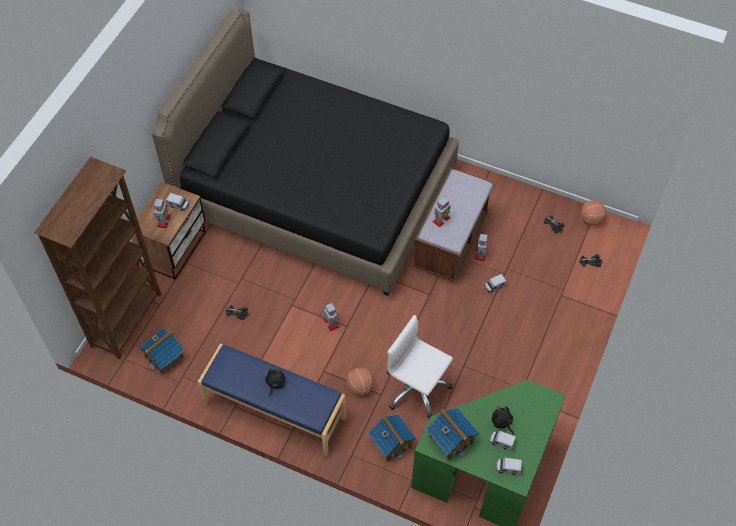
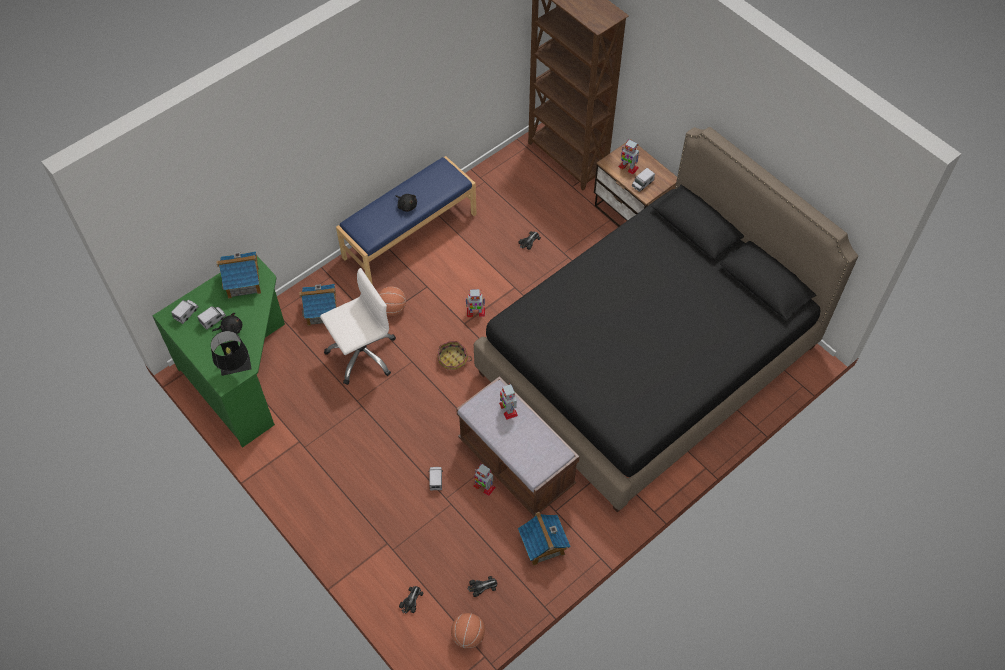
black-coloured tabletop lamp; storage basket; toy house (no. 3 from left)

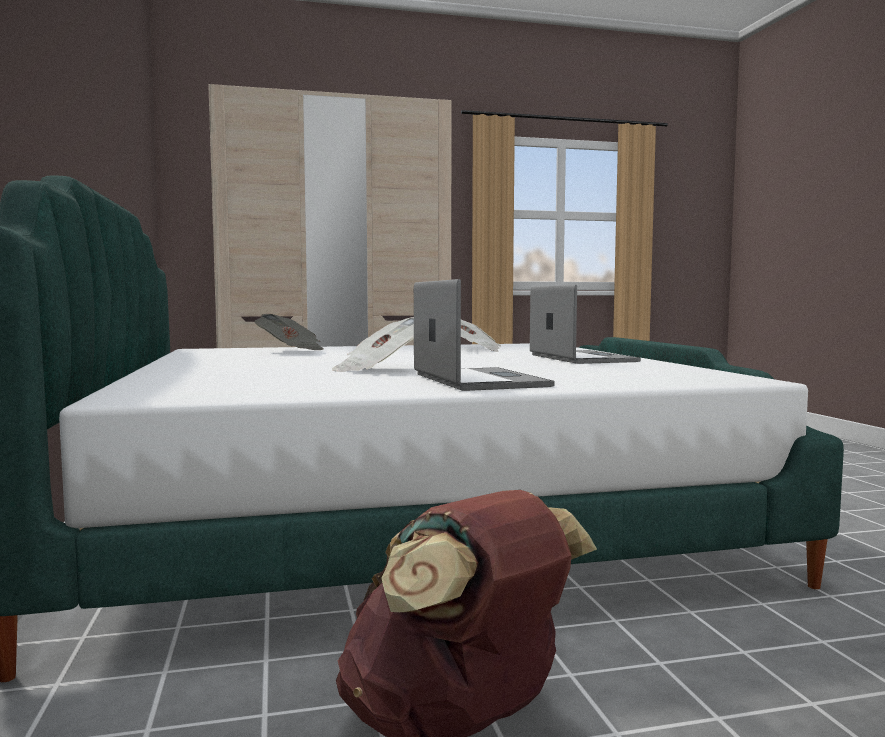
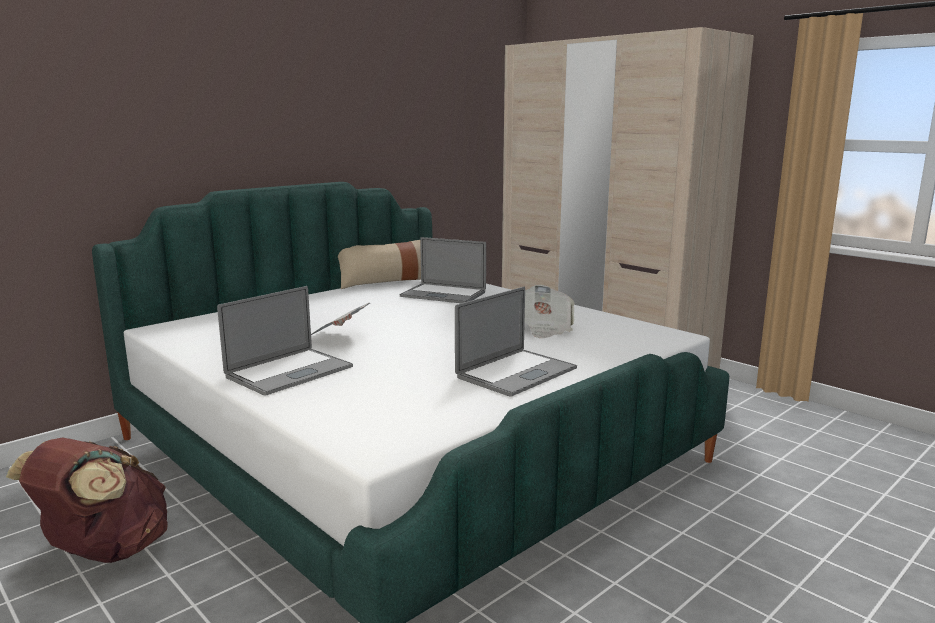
sand-coloured throw pillow; portable computer (no. 2 from left)

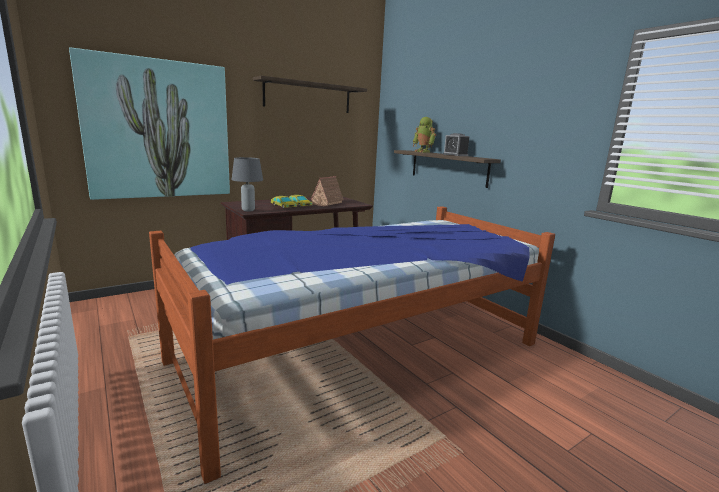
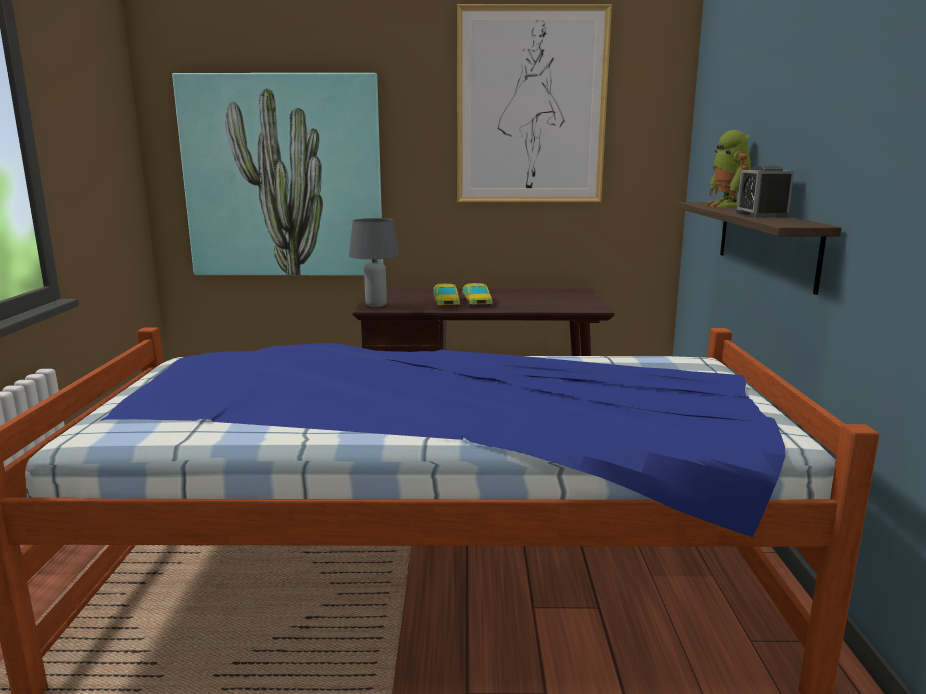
wall art (no. 2 from left); toy house

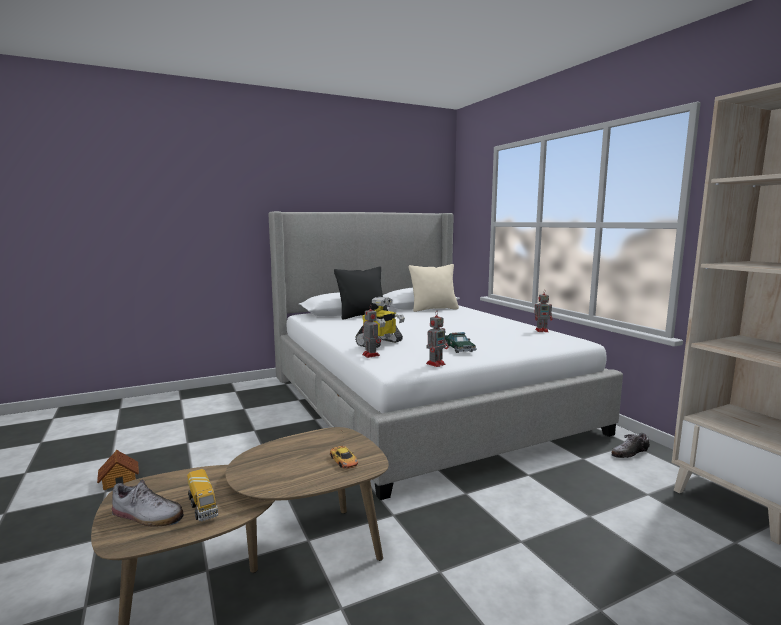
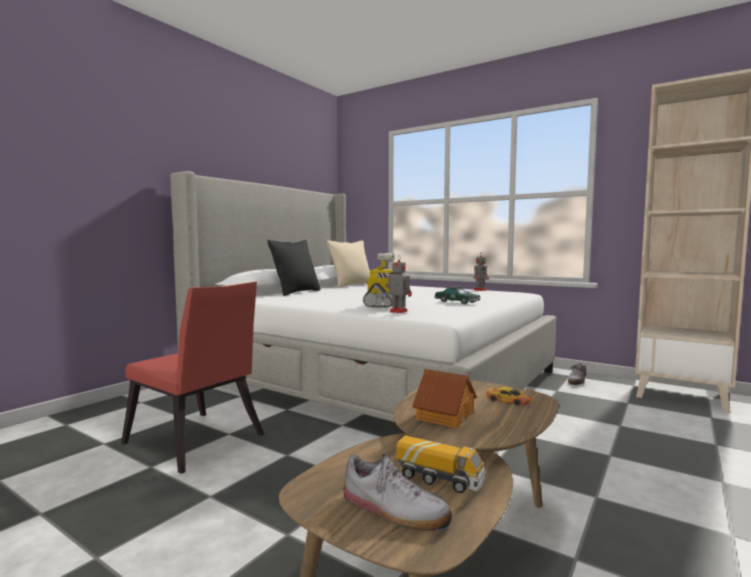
reddish chair; shoe (no. 1 from left); toy house; toy robot (no. 3 from left in the first image)

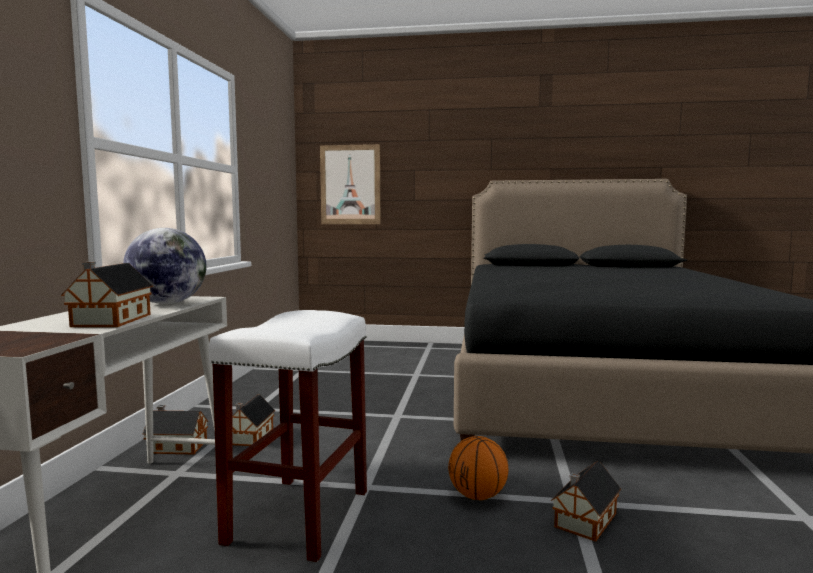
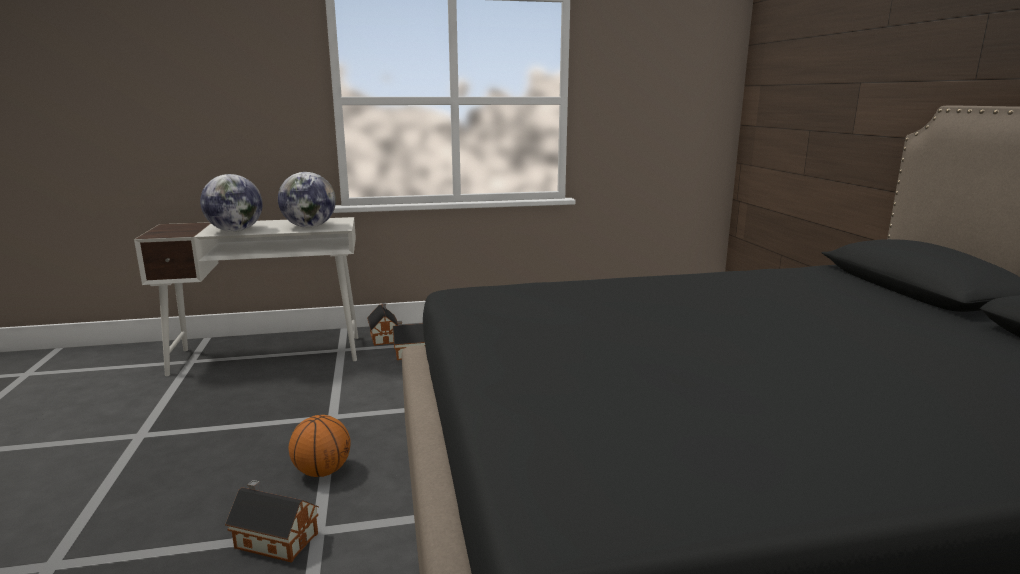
desk globe (no. 1 from left); white-coloured sitting stool; wall art

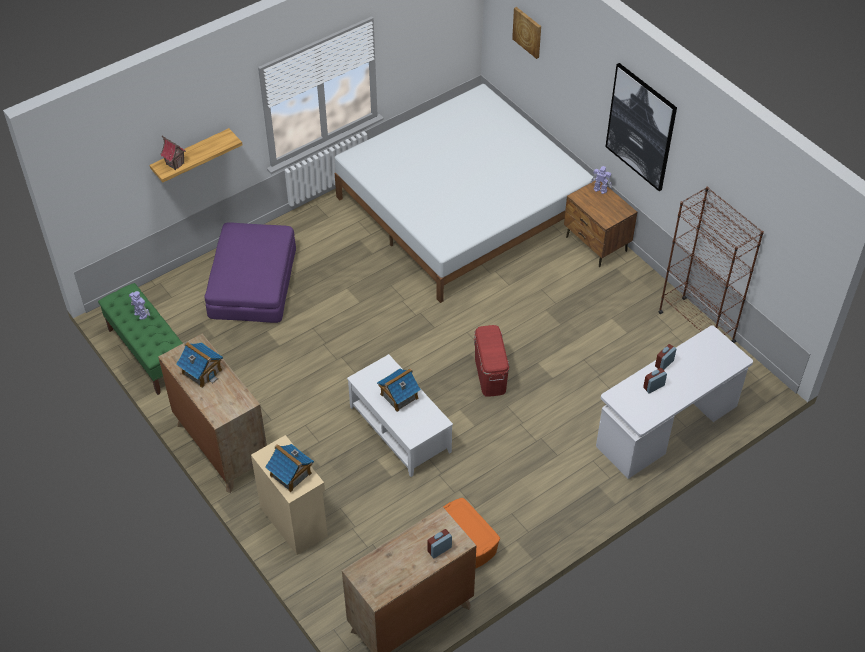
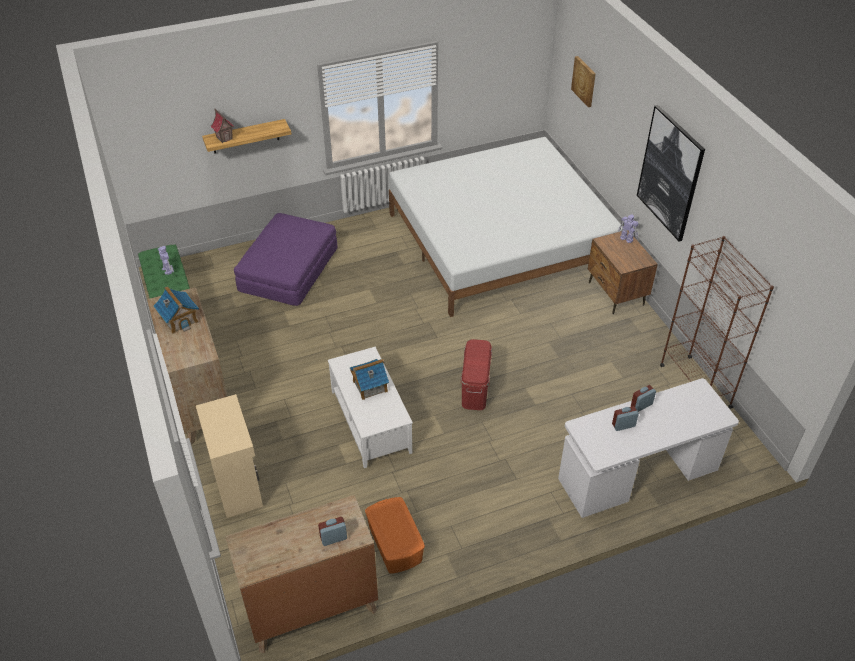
toy house (no. 3 from left in the first image)

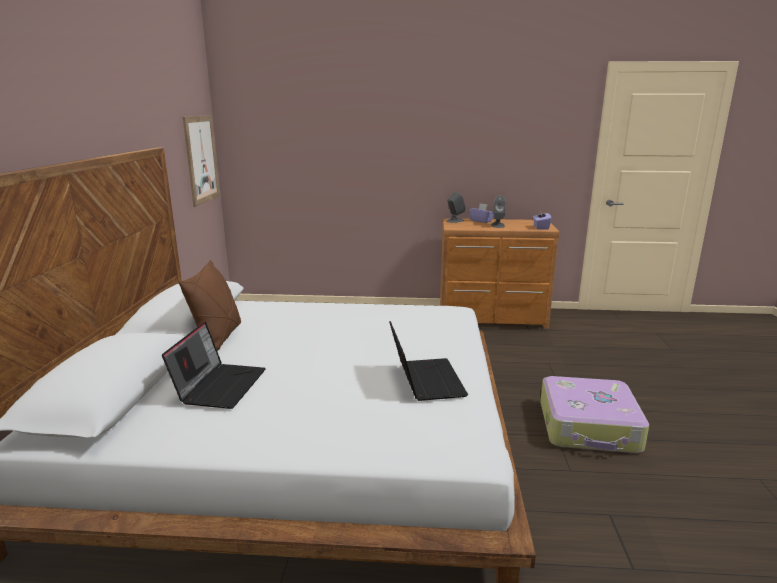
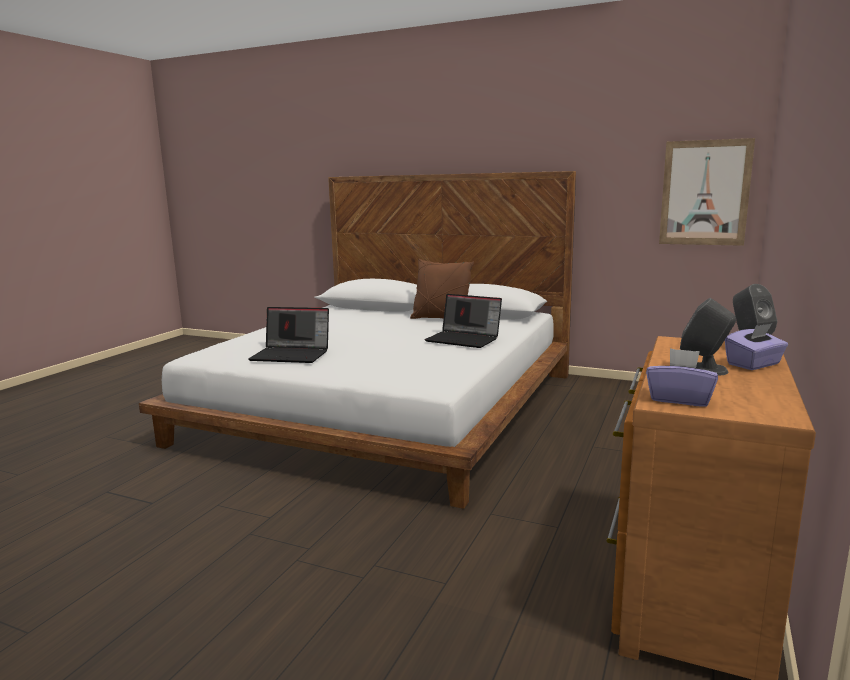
portable computer (no. 2 from left); travel case

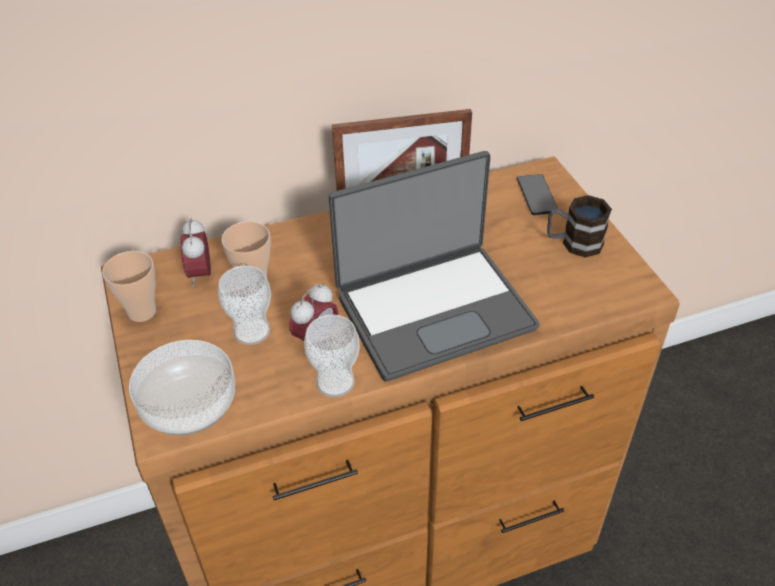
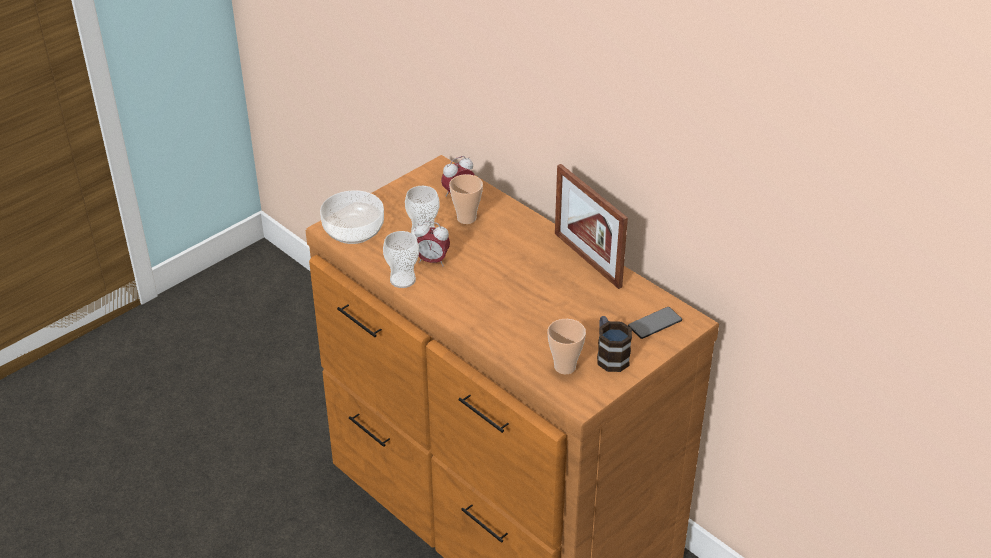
small cup (no. 4 from left); portable computer

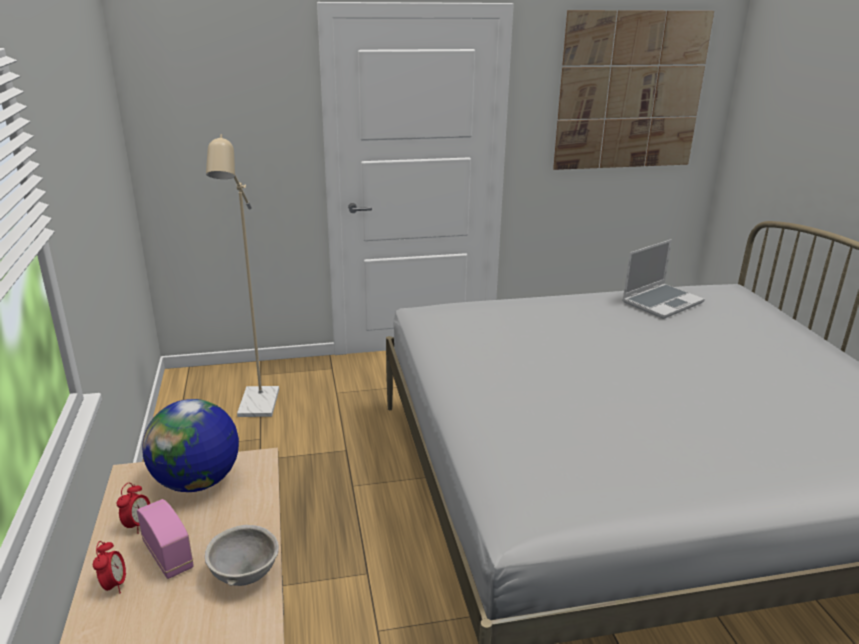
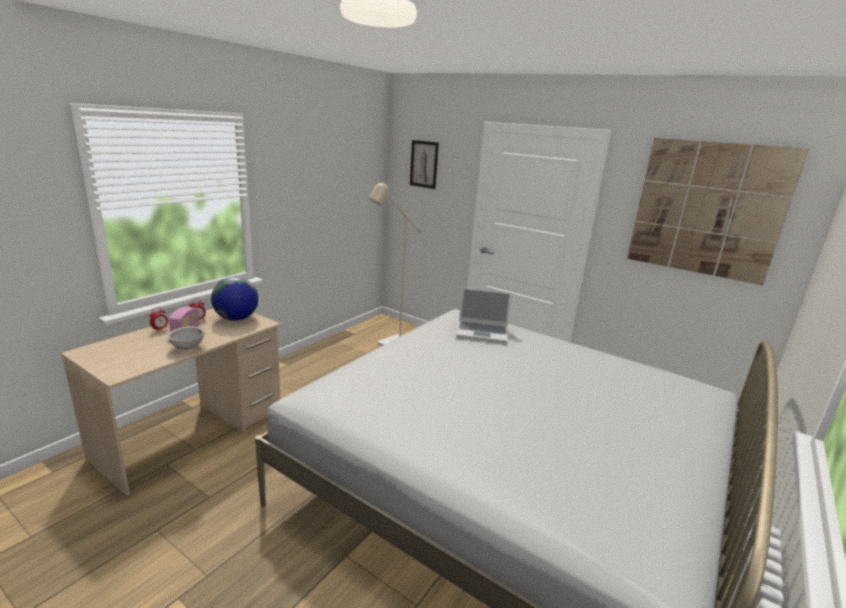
wall art (no. 1 from left); portable computer

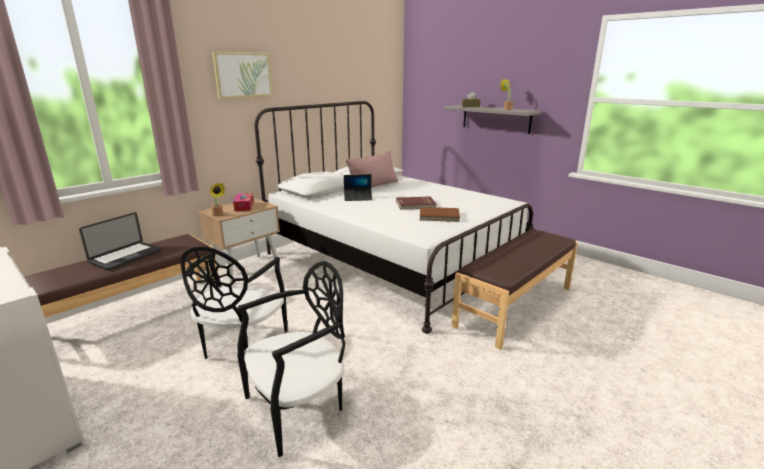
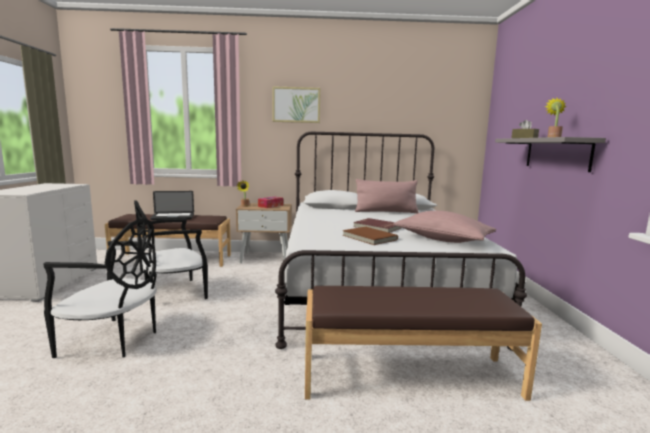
pinkish throw pillow (no. 2 from left); portable computer (no. 2 from left in the first image)

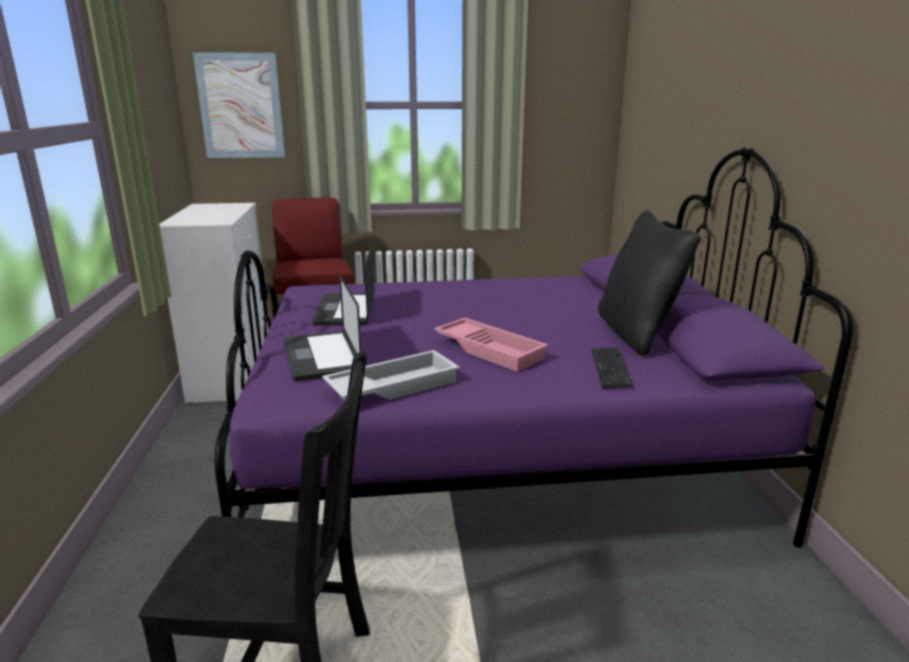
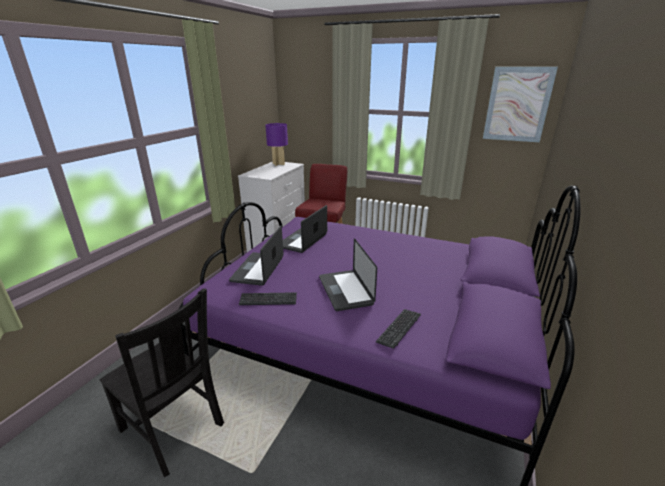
PC keyboard (no. 1 from left); purple tabletop lamp; portable computer (no. 3 from left); wall art; black-coloured throw pillow

